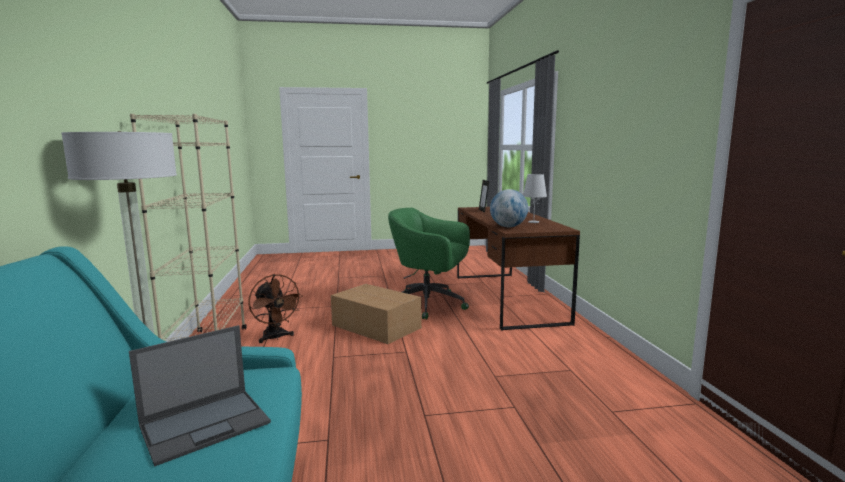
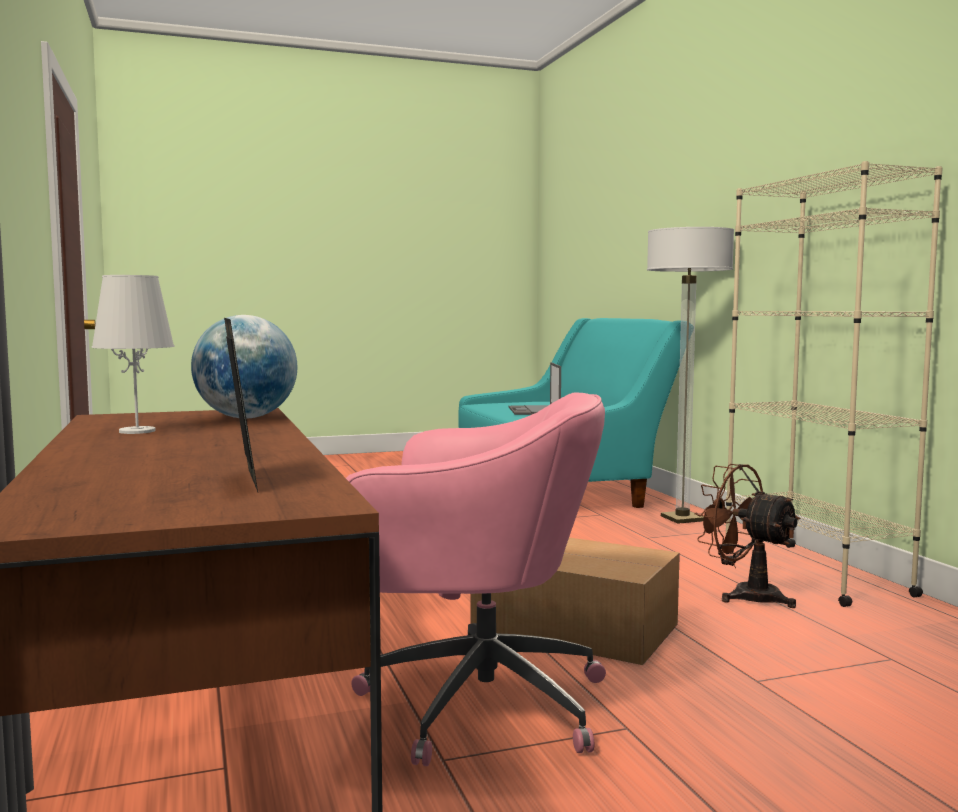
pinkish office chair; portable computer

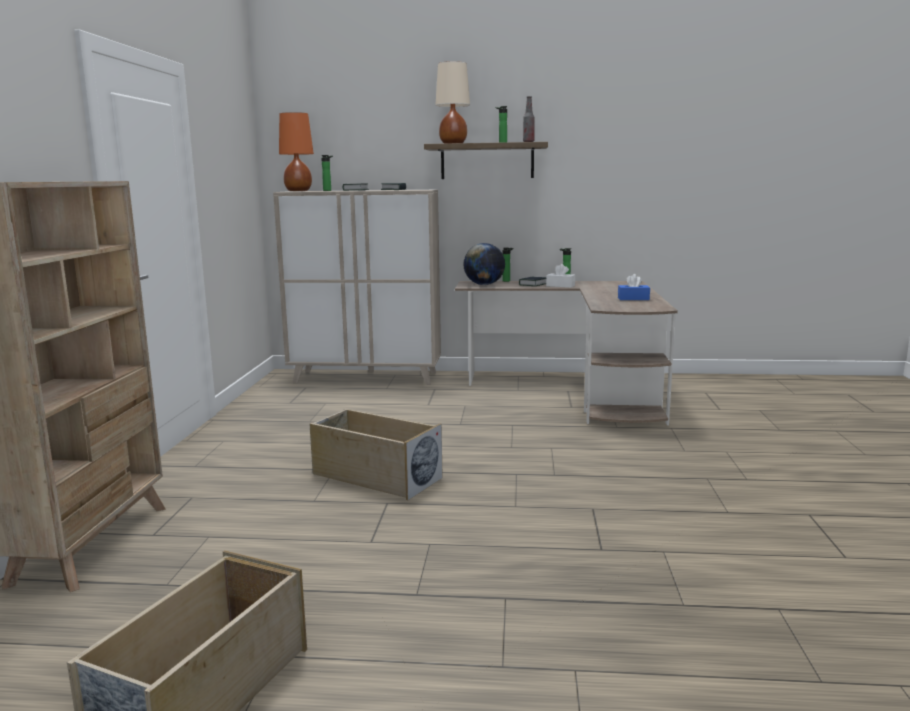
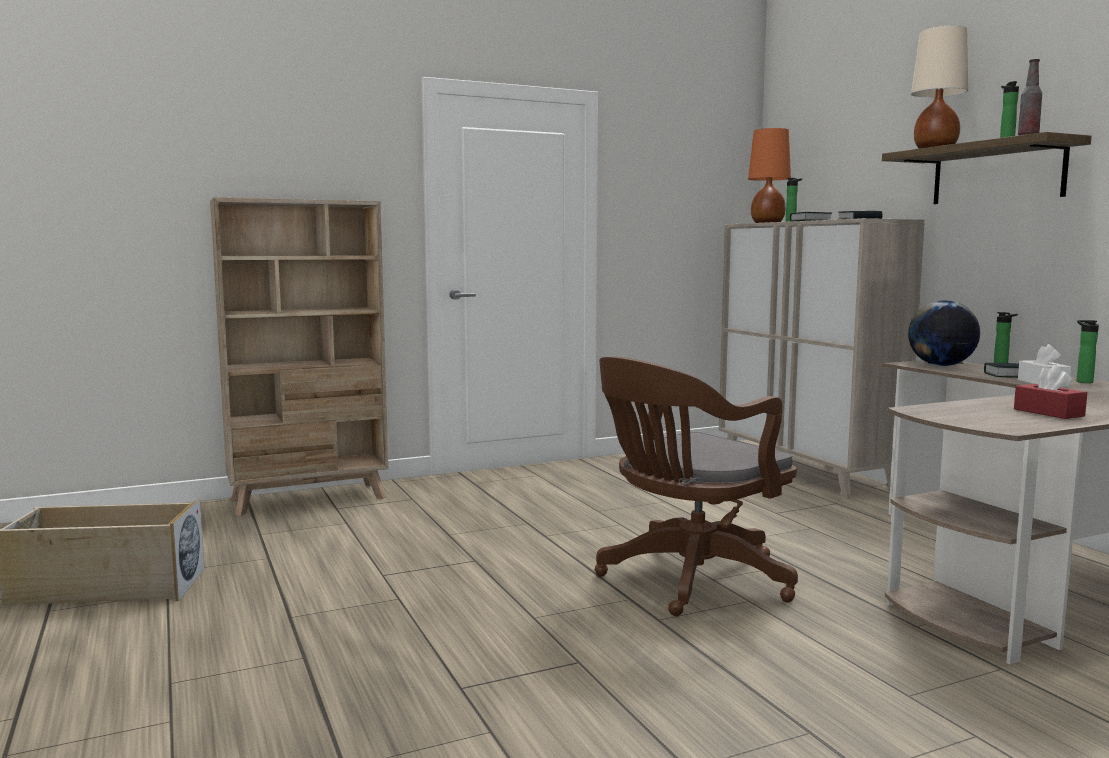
brown office chair; reddish box of tissues; sand-coloured storage bin (no. 2 from left in the first image)

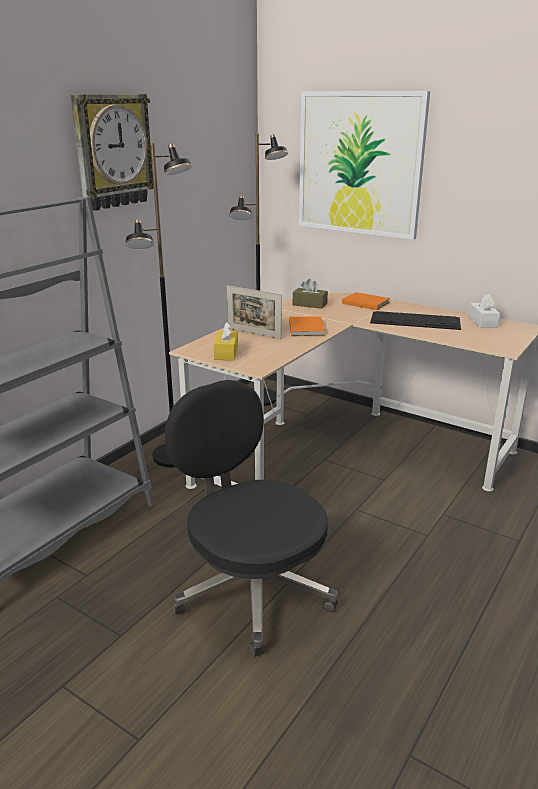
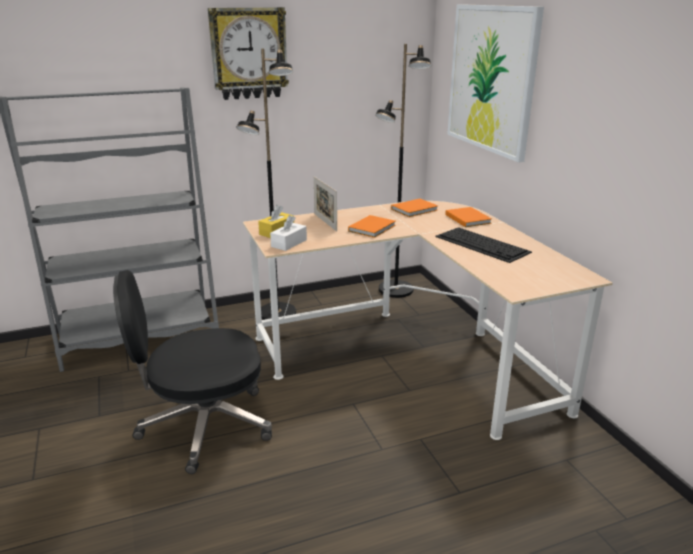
black-coloured office chair; white-coloured box of tissues; orangey volume (no. 2 from left)

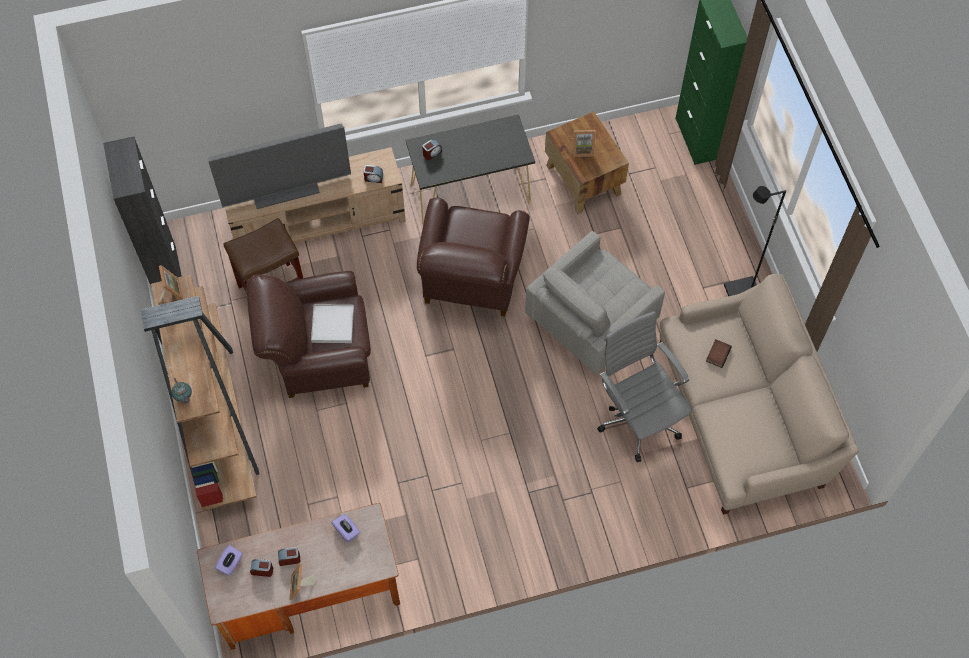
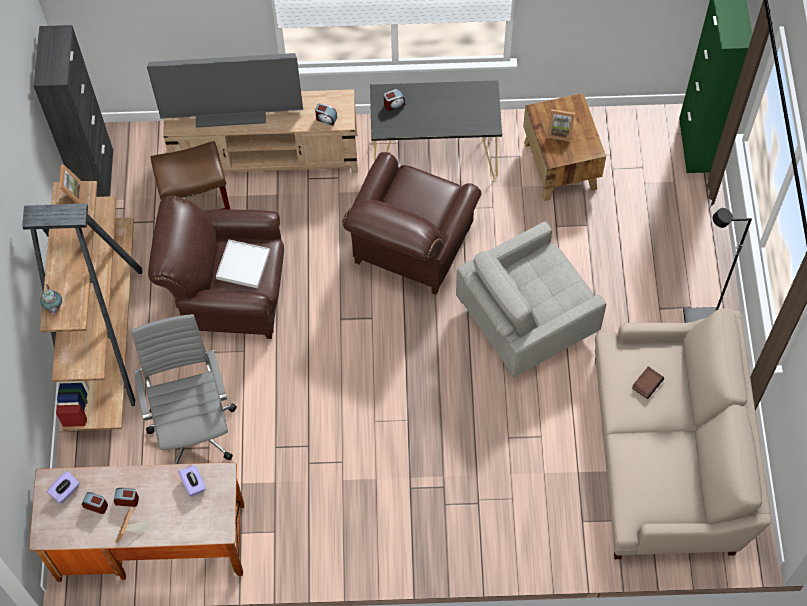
greyish office chair

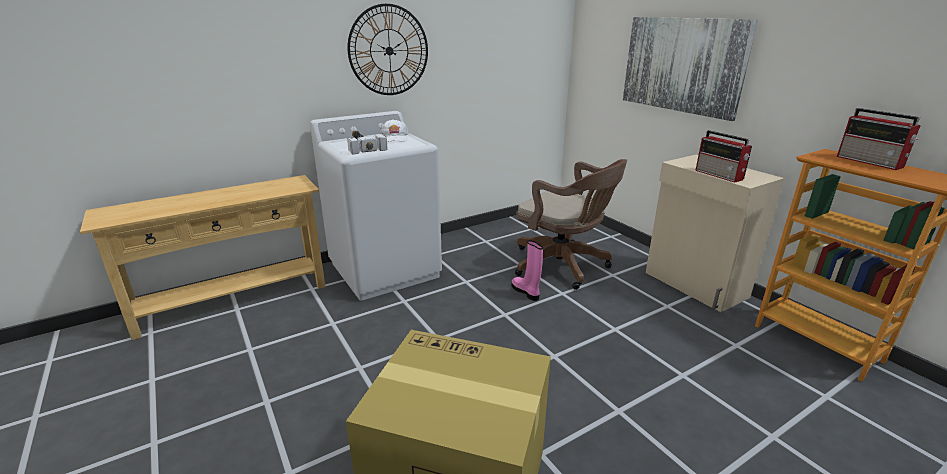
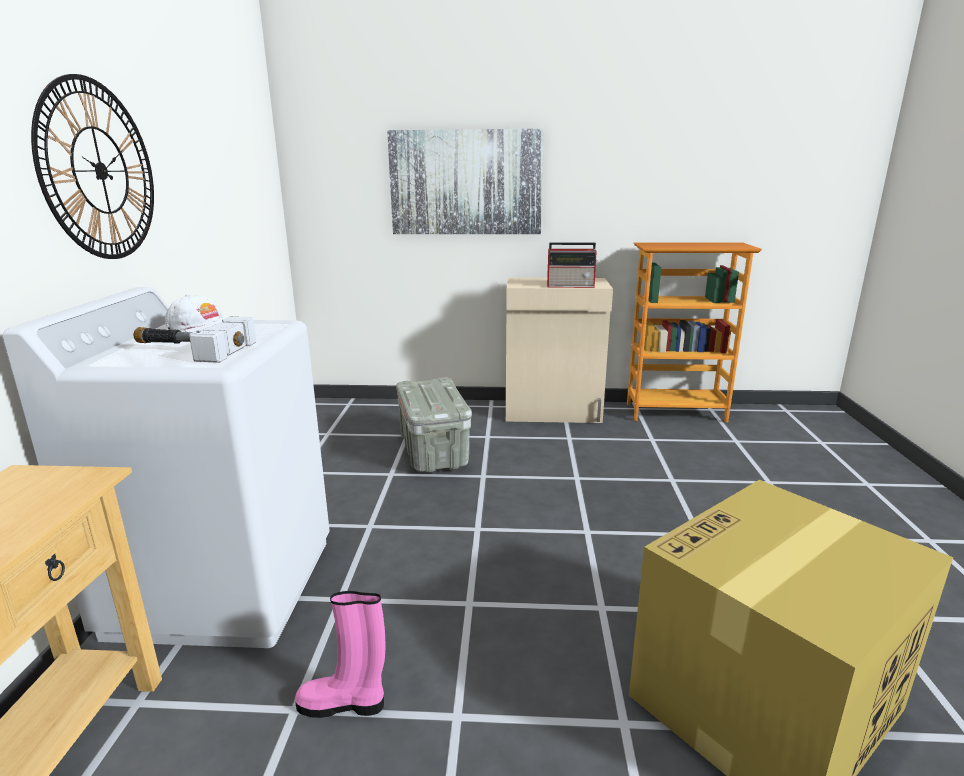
pinkish tall boot; greyish storage bin; radio (no. 2 from left in the first image)

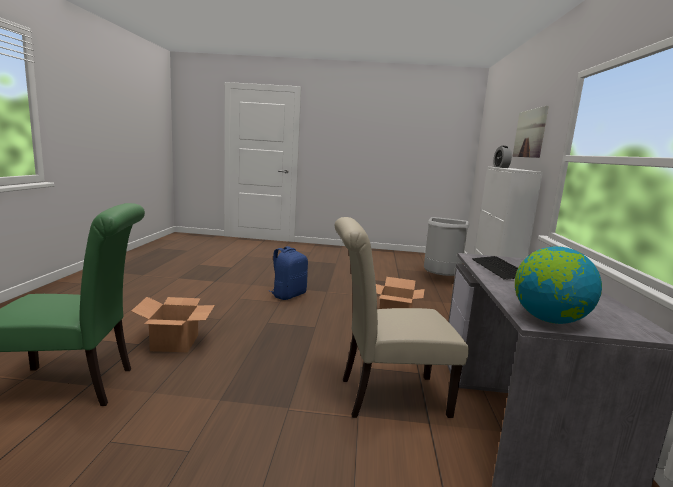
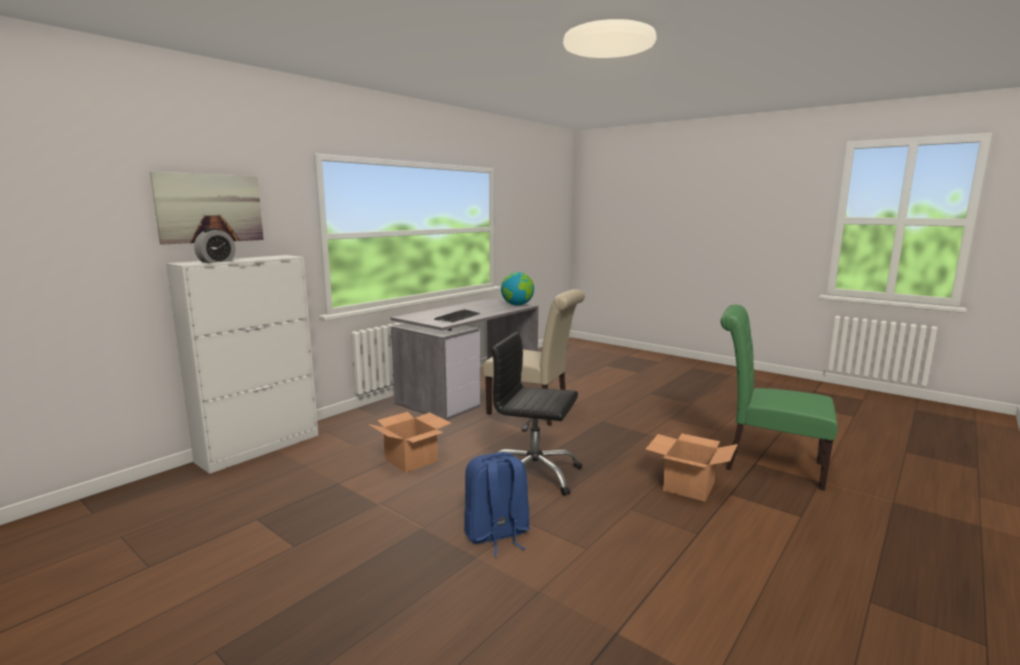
black-coloured office chair; greyish trash can

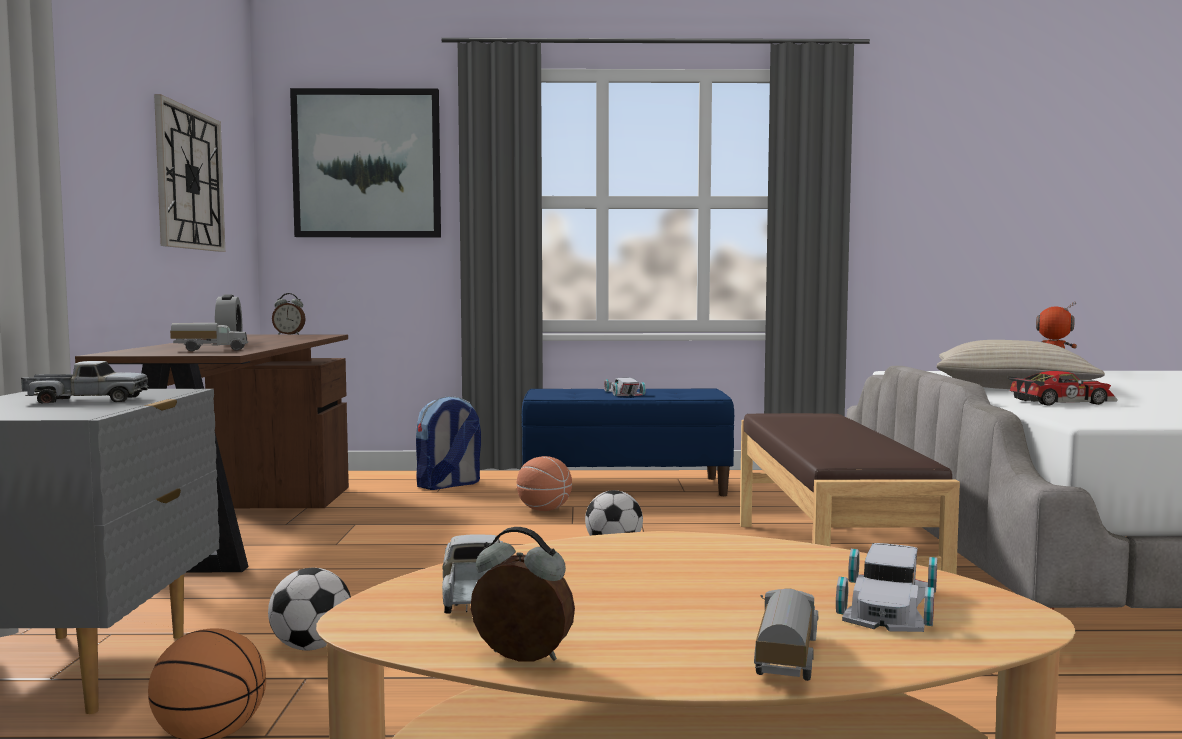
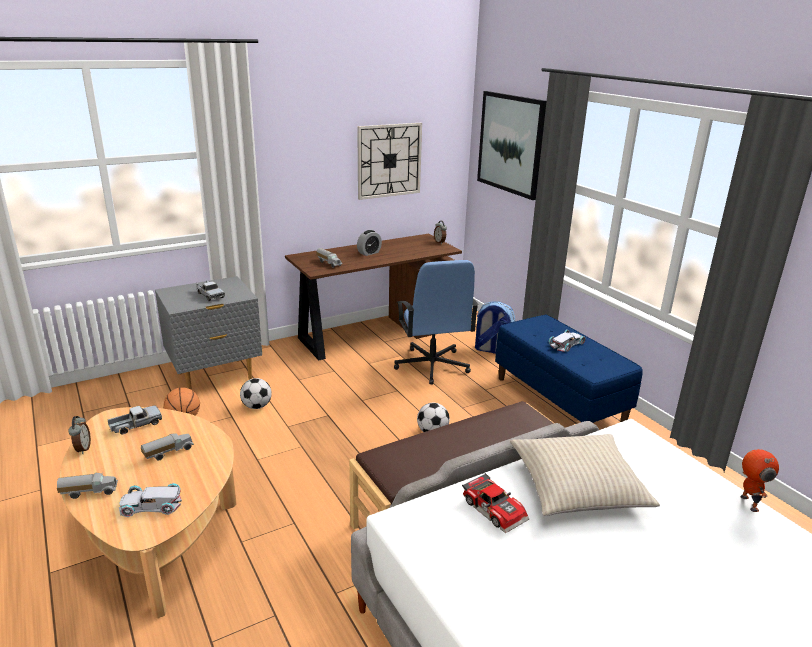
model truck (no. 3 from left); bluish office chair; basketball (no. 2 from left in the first image)

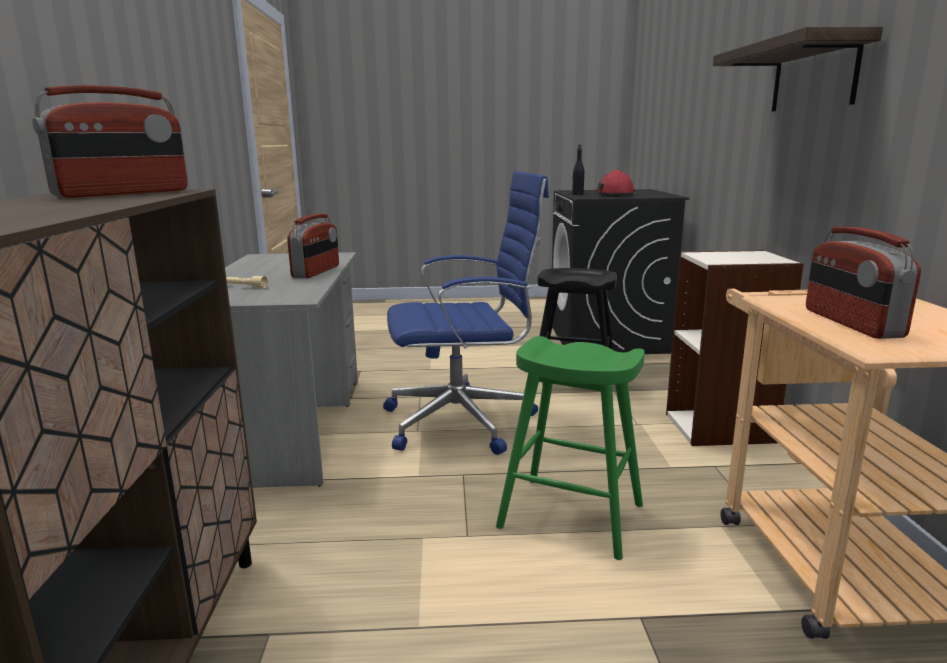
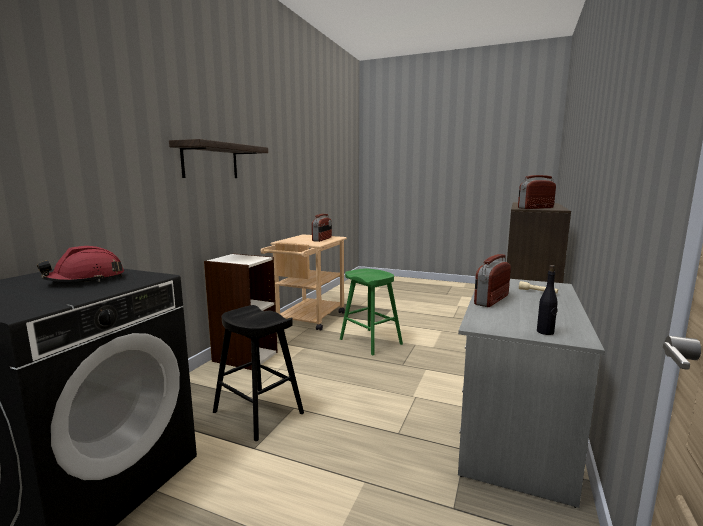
black-coloured bottle; bluish office chair

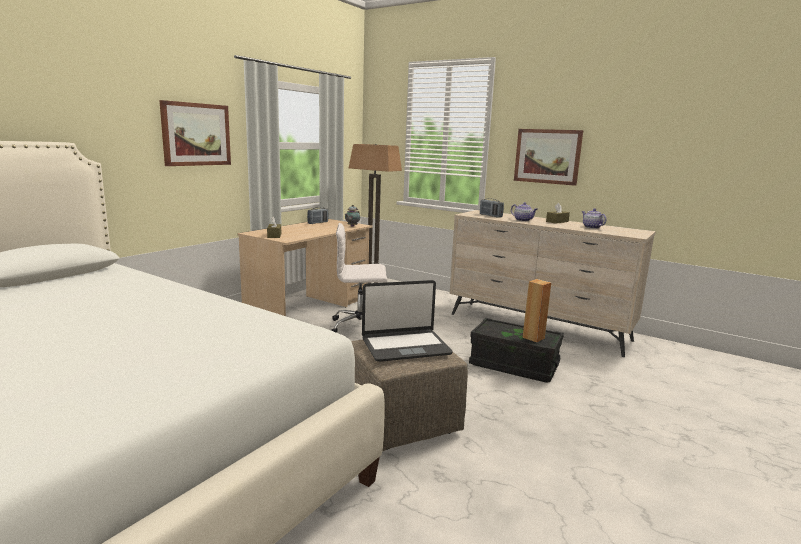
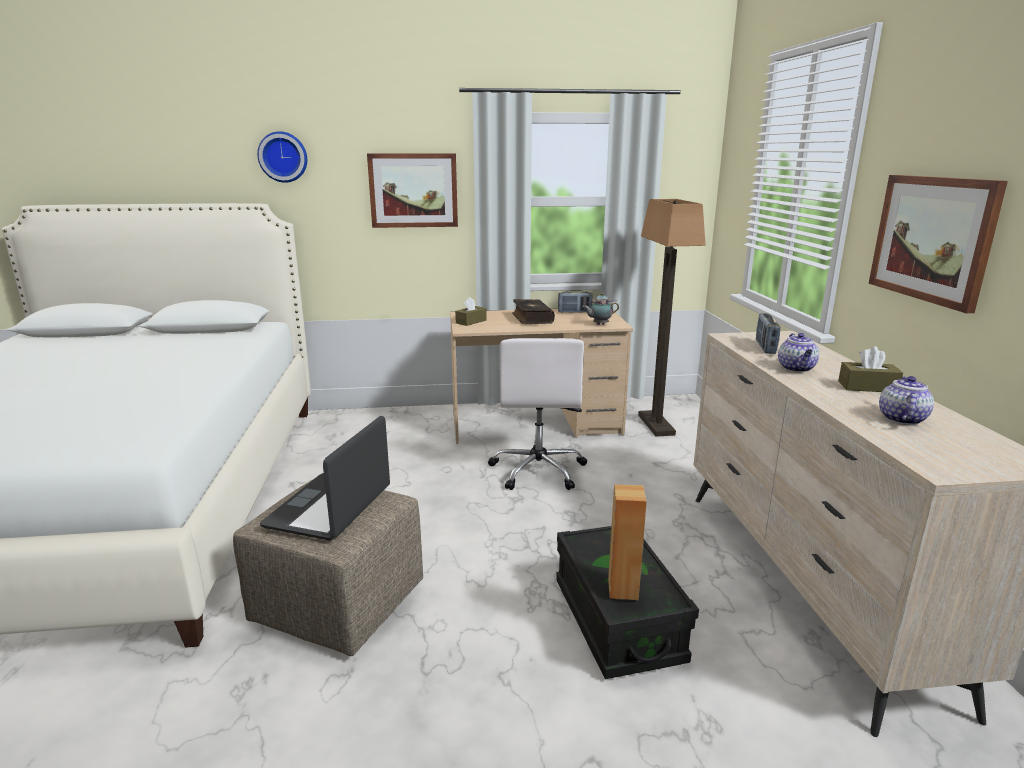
clock on the wall; portable computer; white-coloured office chair; volume

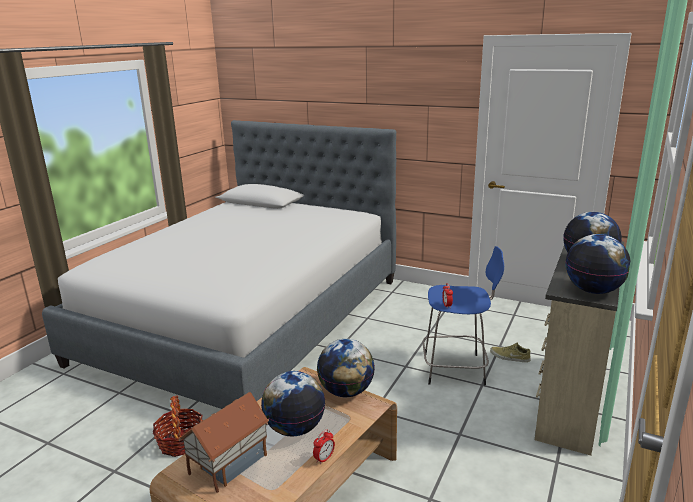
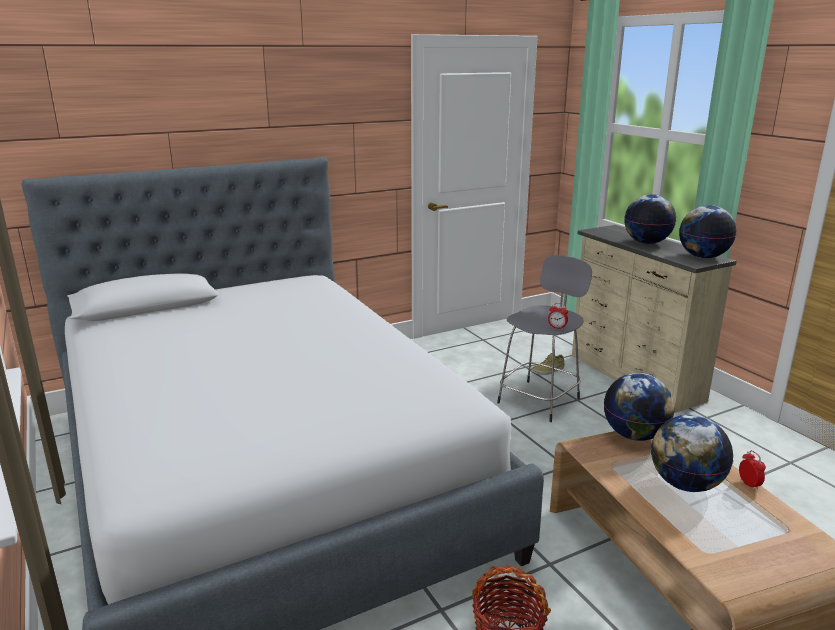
greyish sitting stool; toy house

